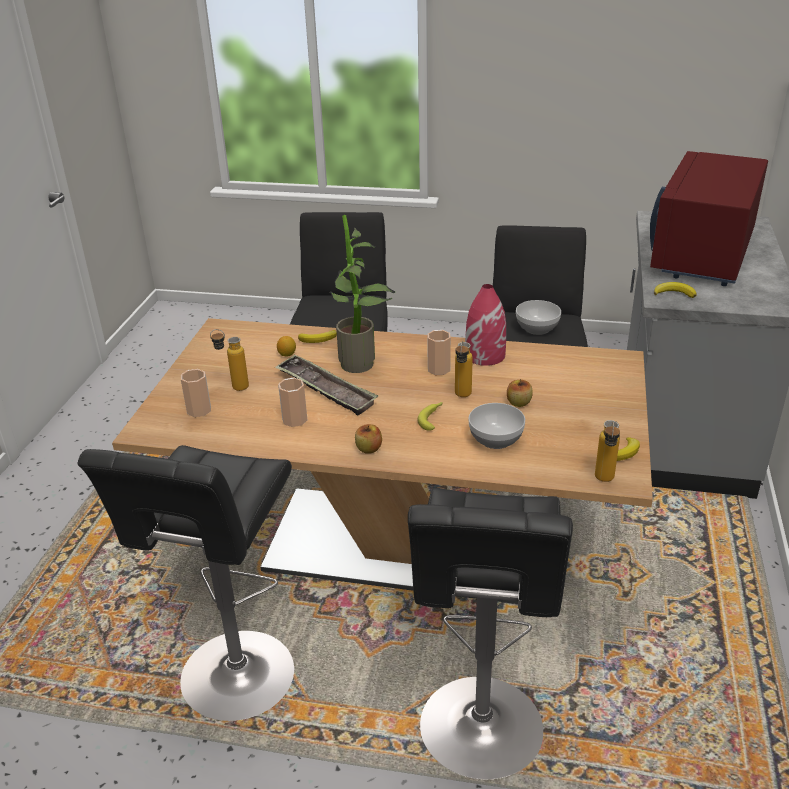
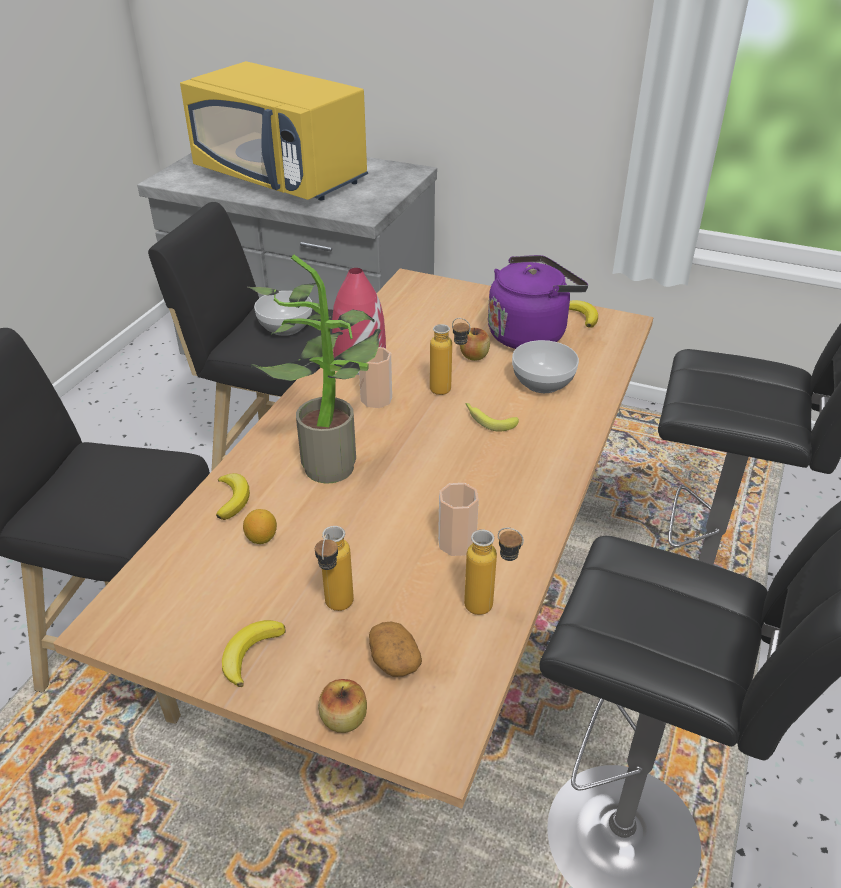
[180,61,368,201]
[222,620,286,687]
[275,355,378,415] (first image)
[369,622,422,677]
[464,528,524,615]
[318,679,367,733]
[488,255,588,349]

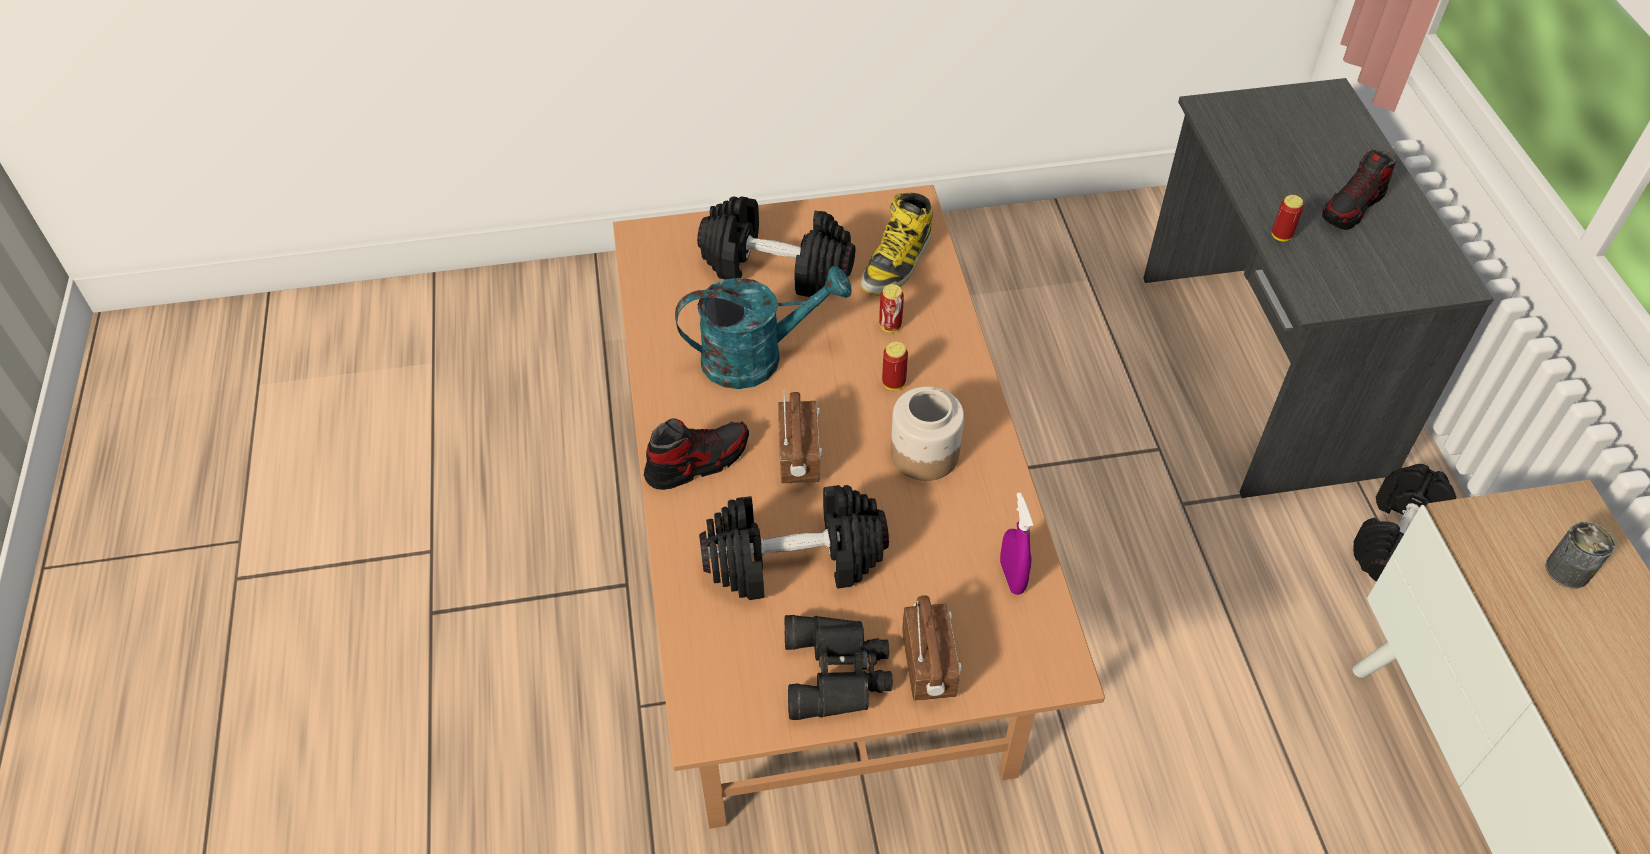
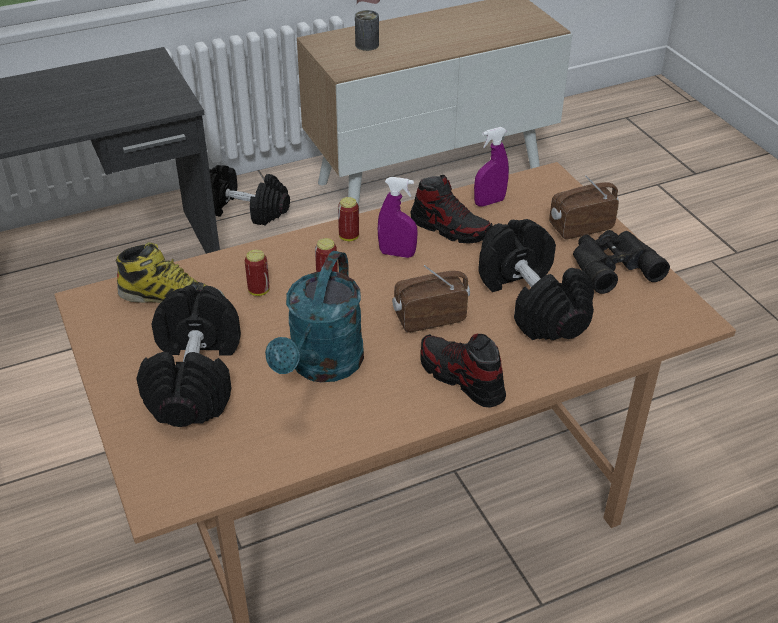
[410,175,493,244]
[338,197,359,241]
[265,251,364,382]
[378,177,418,258]

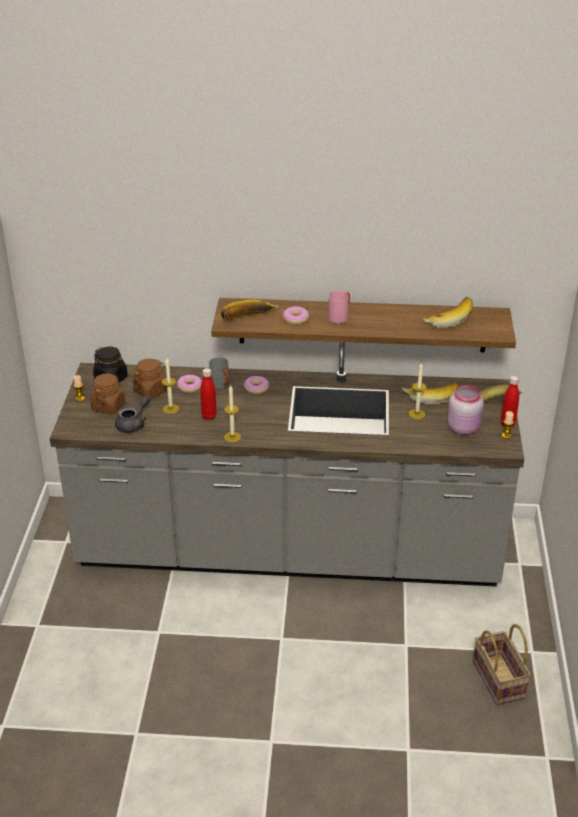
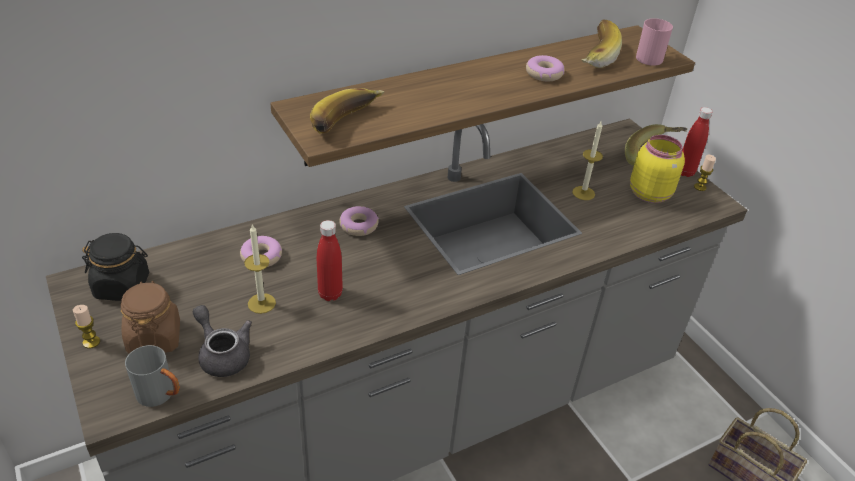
[636,18,673,66]
[526,55,565,81]
[125,345,180,407]
[133,359,167,399] (first image)
[403,382,461,404] (first image)
[224,385,241,442] (first image)
[630,135,685,203]
[193,305,252,377]

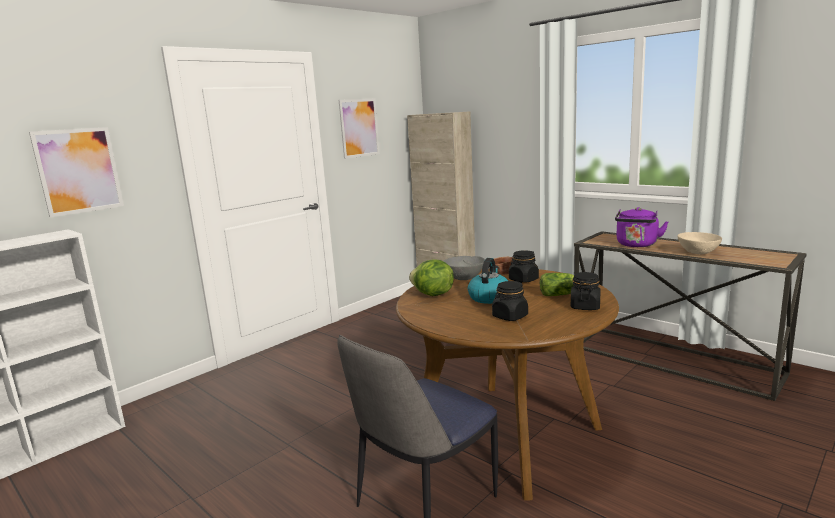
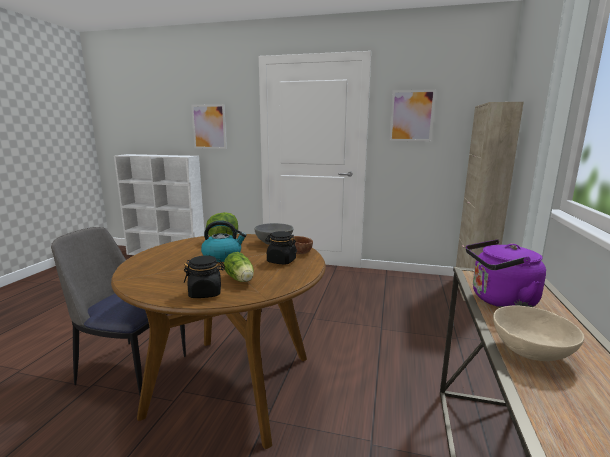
[492,281,528,321] (first image)

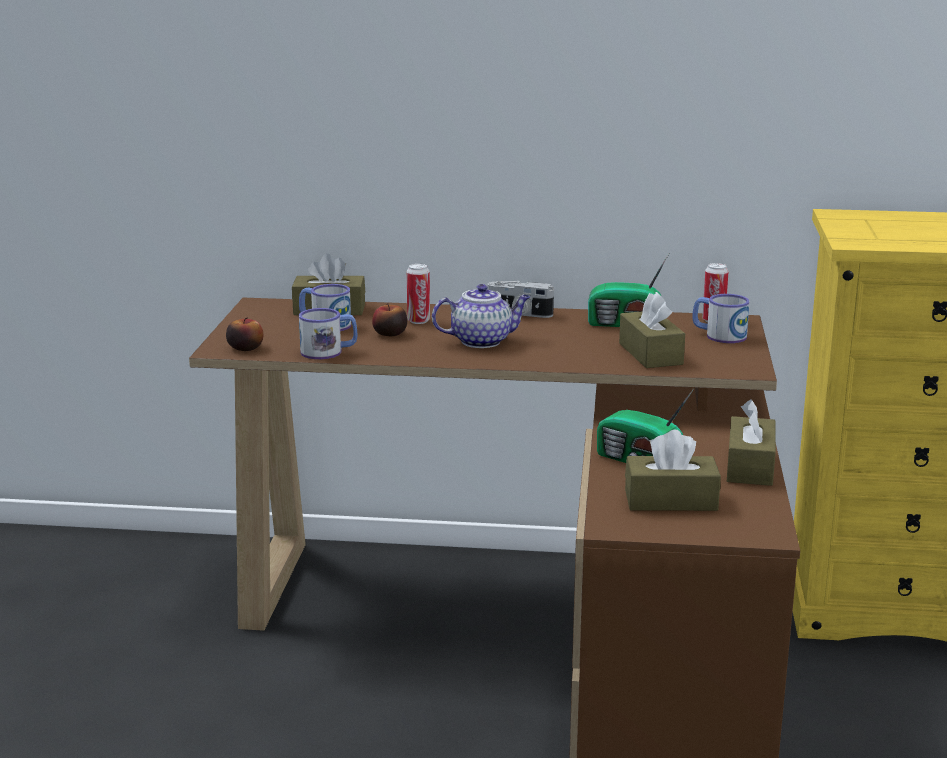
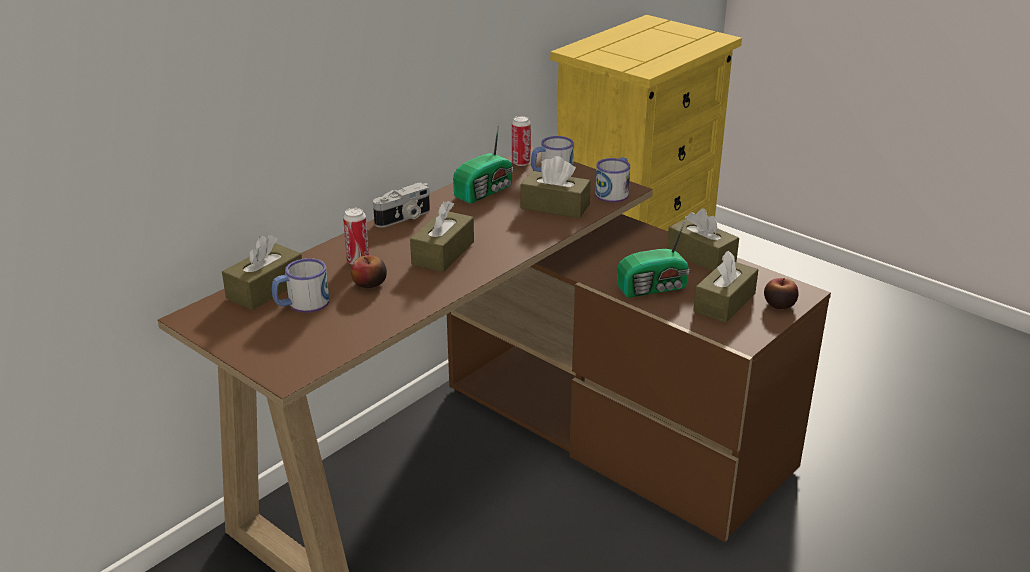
[410,201,474,272]
[595,157,630,202]
[764,278,798,309]

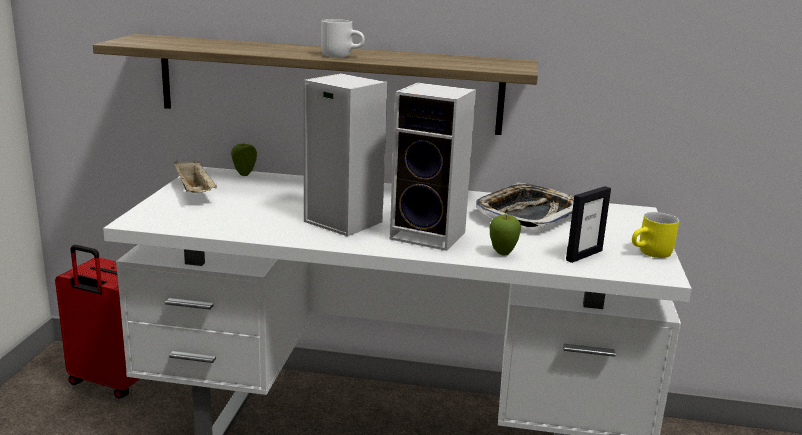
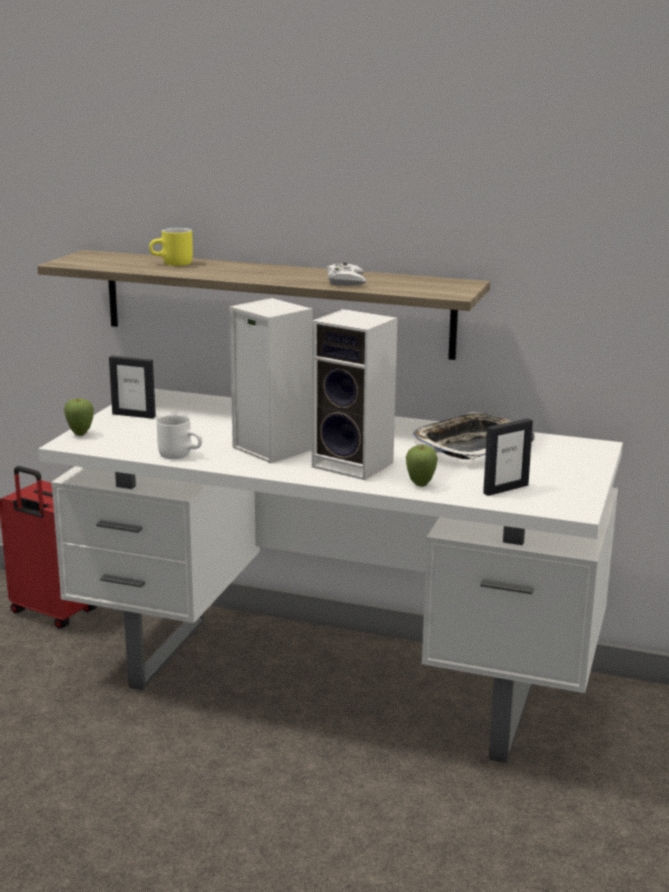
[157,415,202,459]
[64,398,94,436]
[109,356,156,419]
[149,228,193,266]
[326,262,367,286]

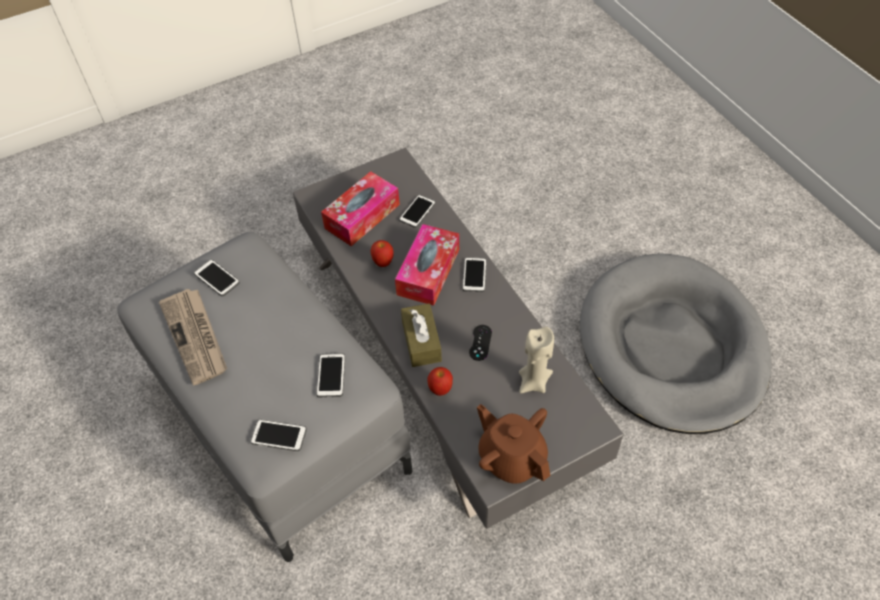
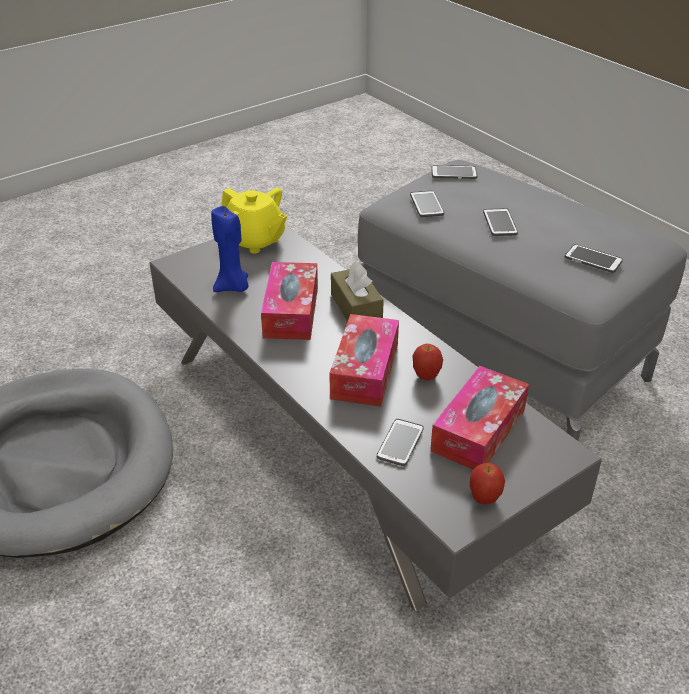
[483,208,518,236]
[159,289,227,385] (first image)
[261,262,318,340]
[211,206,248,292]
[470,463,505,505]
[221,188,287,254]

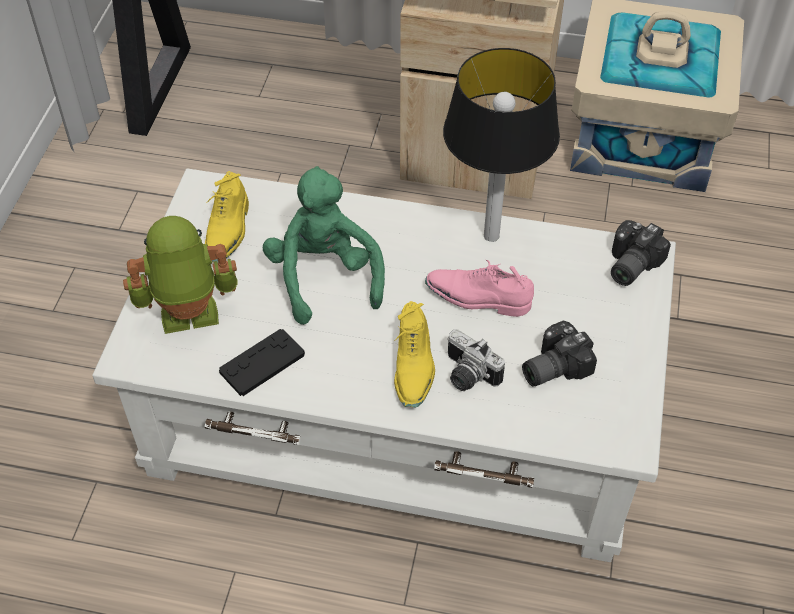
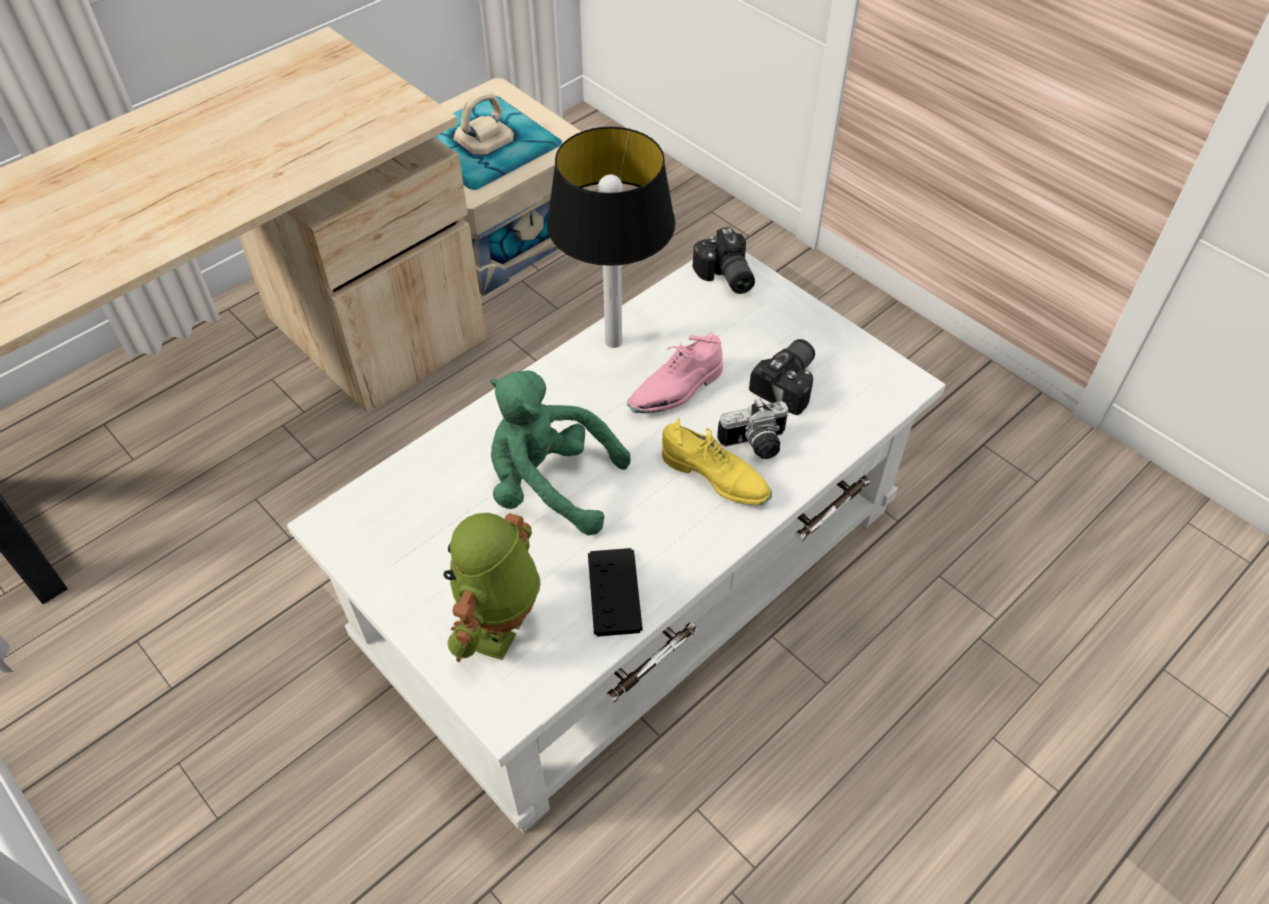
[205,171,249,263] (first image)
[749,339,815,415]

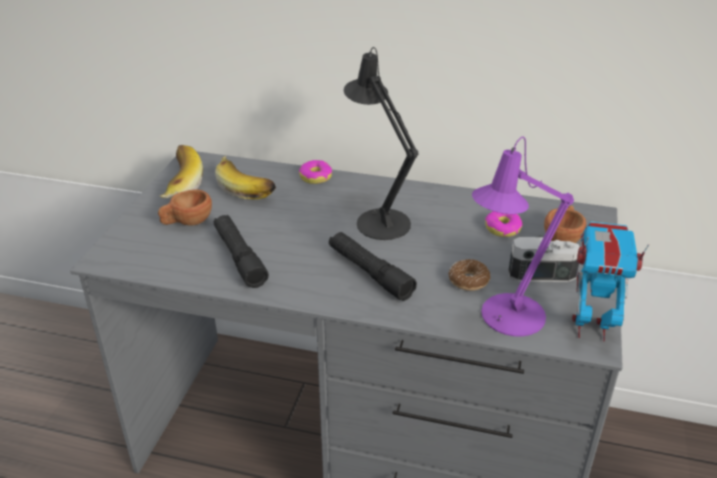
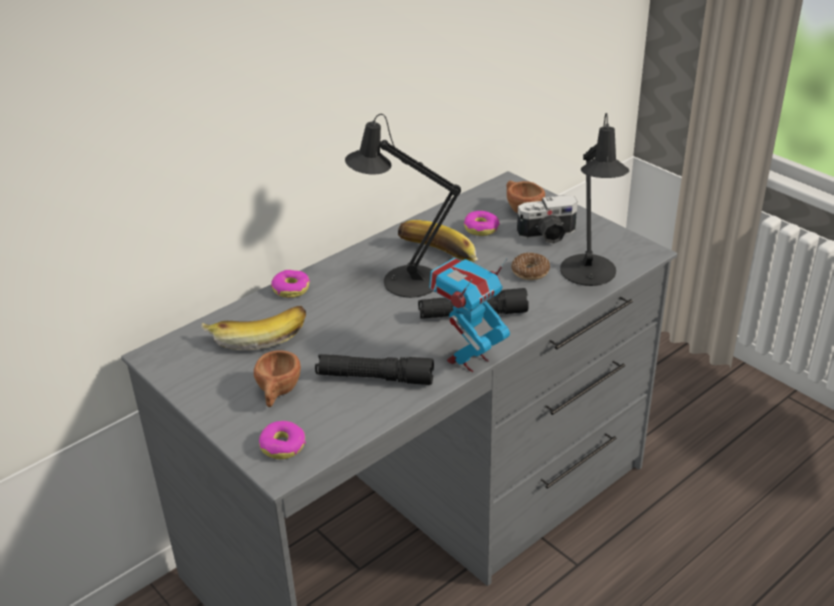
[560,113,629,286]
[398,220,478,262]
[429,258,510,372]
[517,195,578,244]
[259,421,306,459]

